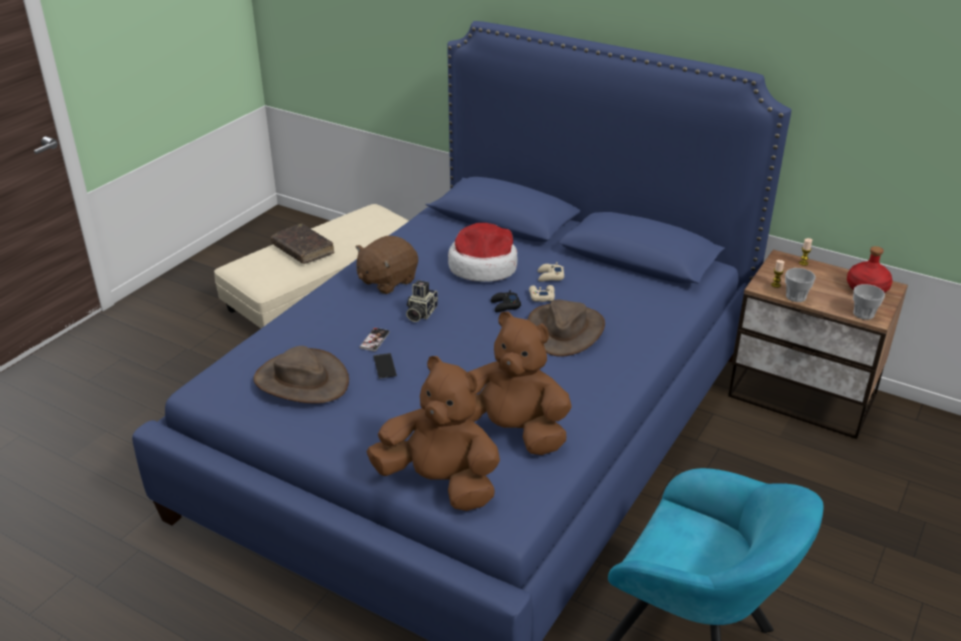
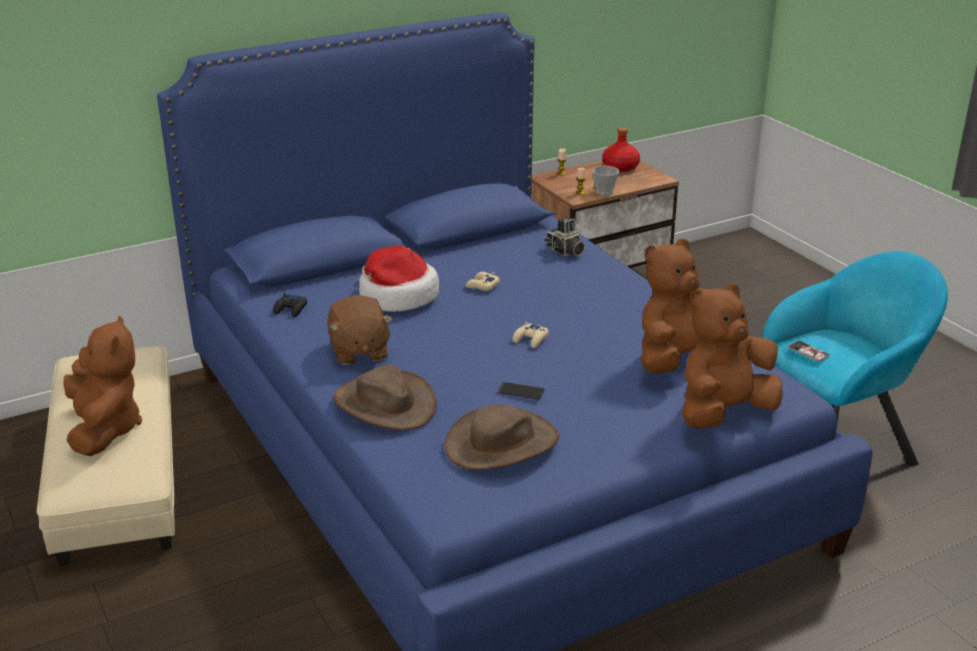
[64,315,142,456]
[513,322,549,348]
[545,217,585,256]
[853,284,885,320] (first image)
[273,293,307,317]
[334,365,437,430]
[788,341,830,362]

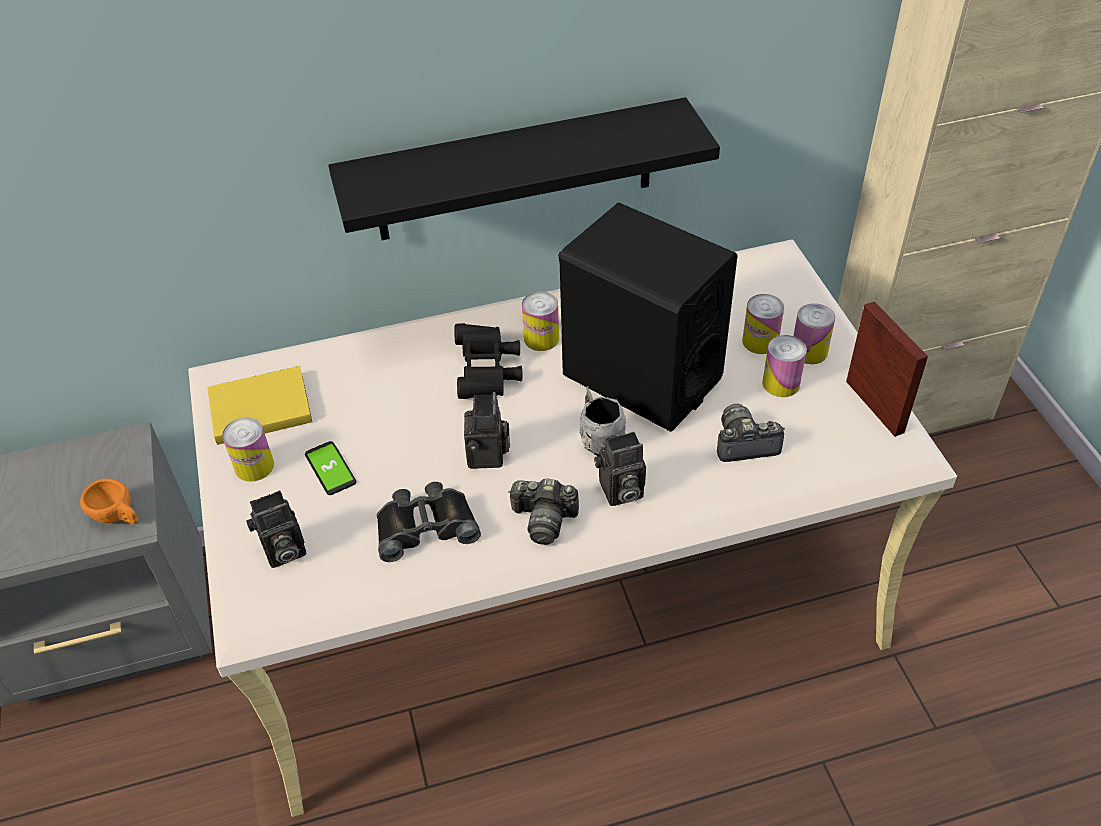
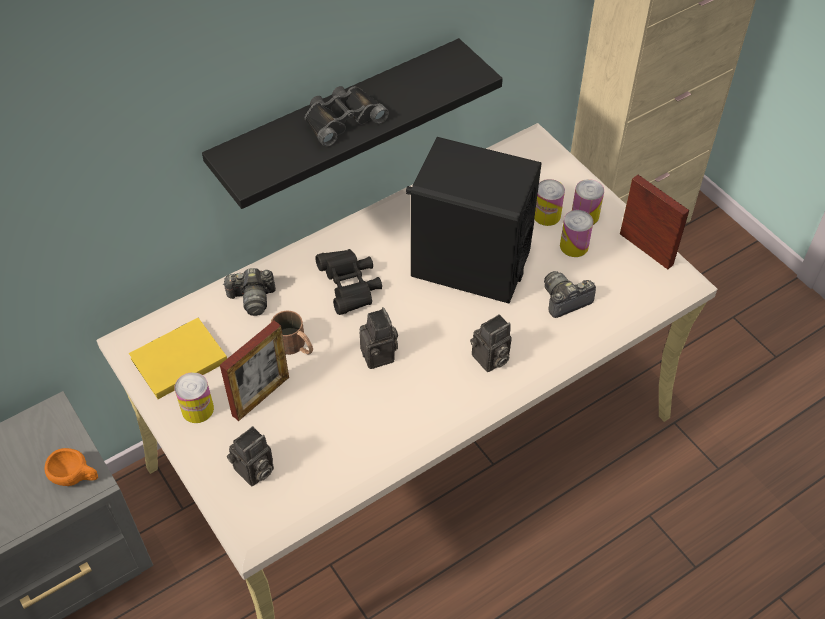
[522,291,559,351] (first image)
[579,386,626,456] (first image)
[220,321,289,421]
[222,268,276,316]
[305,86,389,147]
[271,311,313,355]

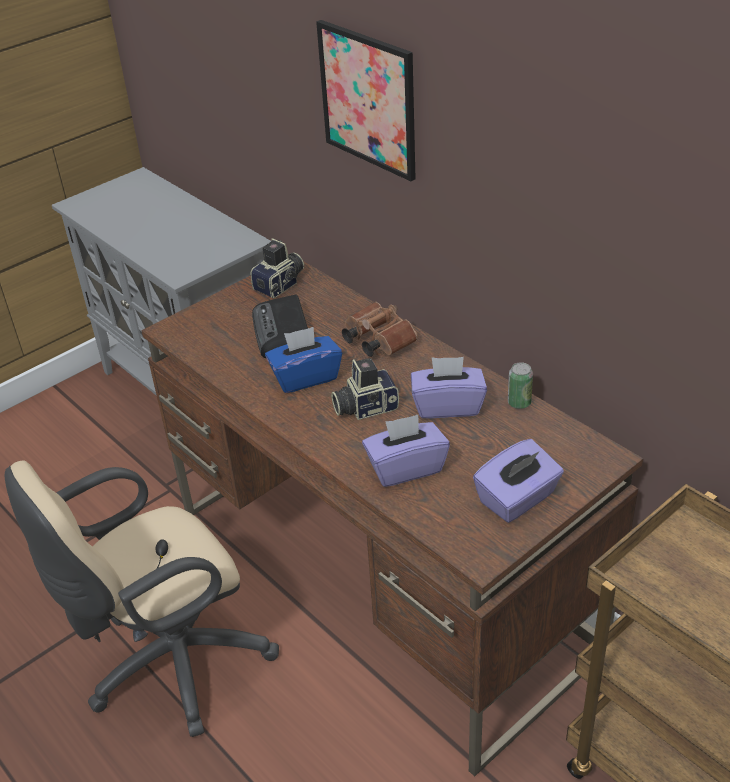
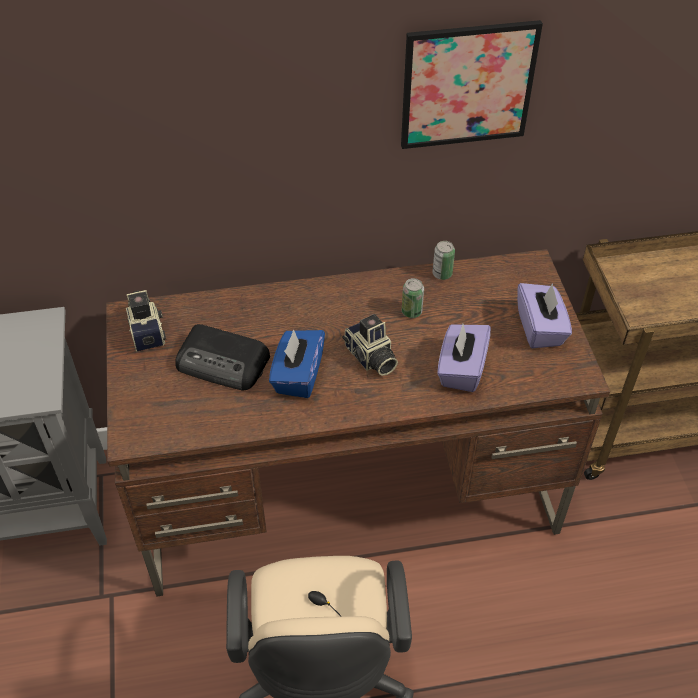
[401,20,543,149]
[342,302,418,357] (first image)
[402,278,424,318]
[342,314,398,376]

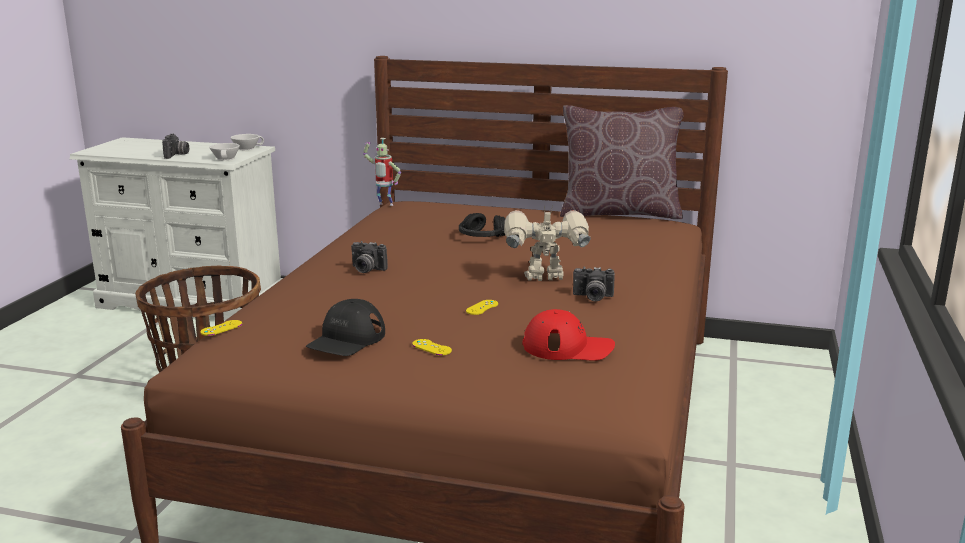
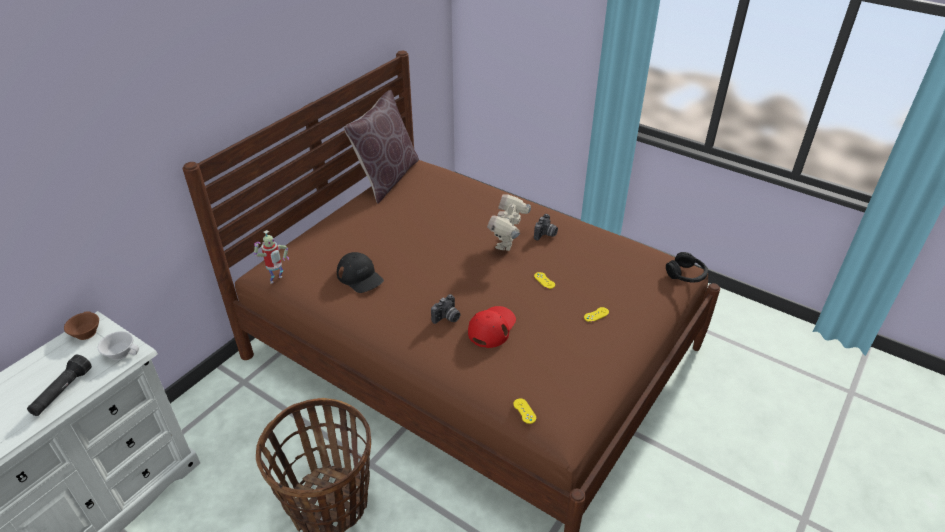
[27,355,92,416]
[64,311,99,340]
[666,252,708,282]
[337,252,384,293]
[468,306,516,348]

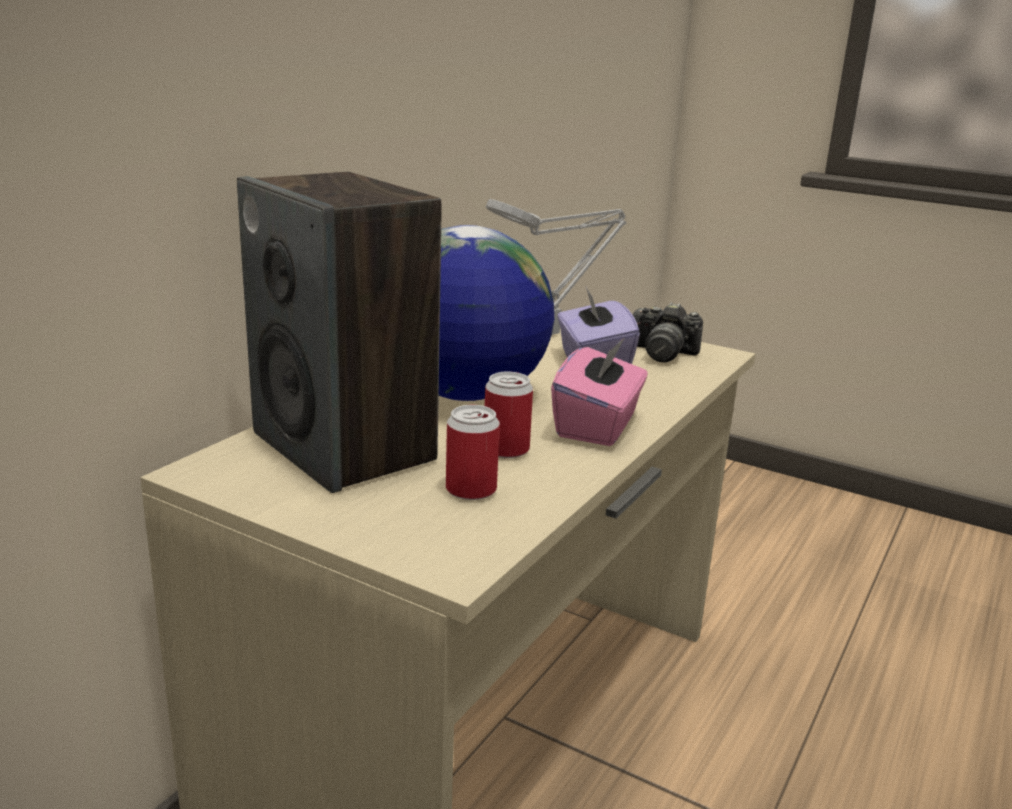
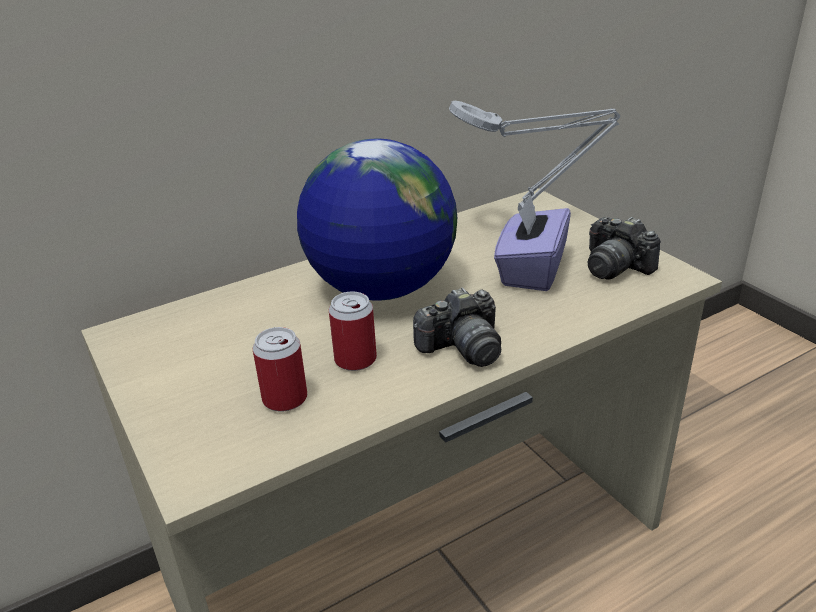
[237,172,441,493] (first image)
[413,288,501,367]

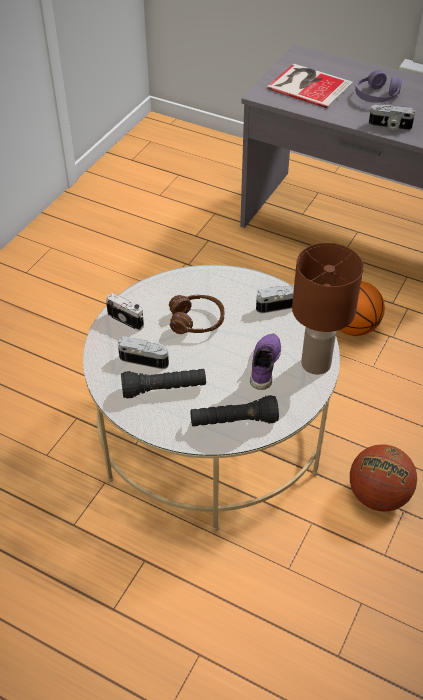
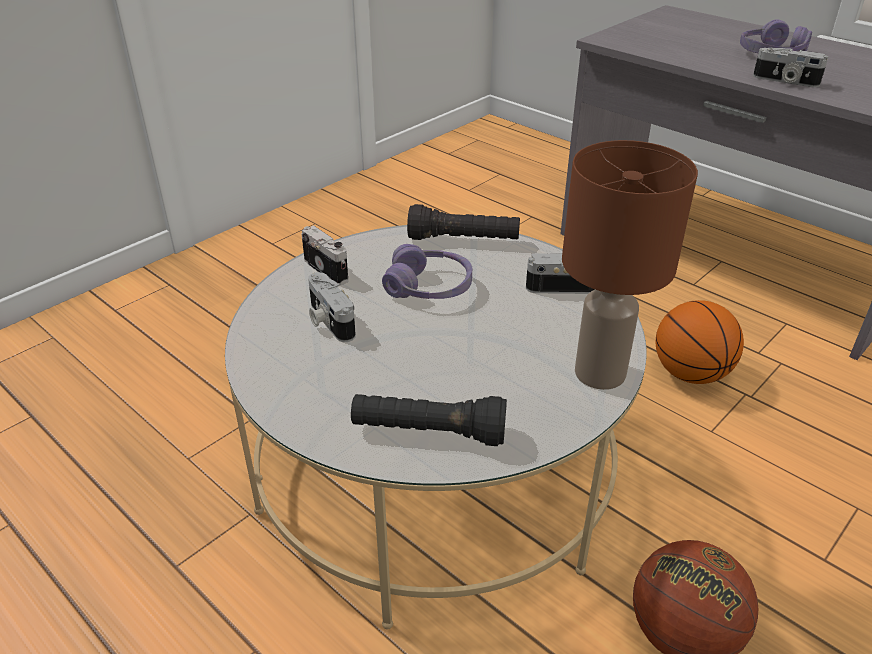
[267,64,353,108] (first image)
[382,244,472,299]
[250,333,281,390] (first image)
[308,272,356,342]
[407,204,520,240]

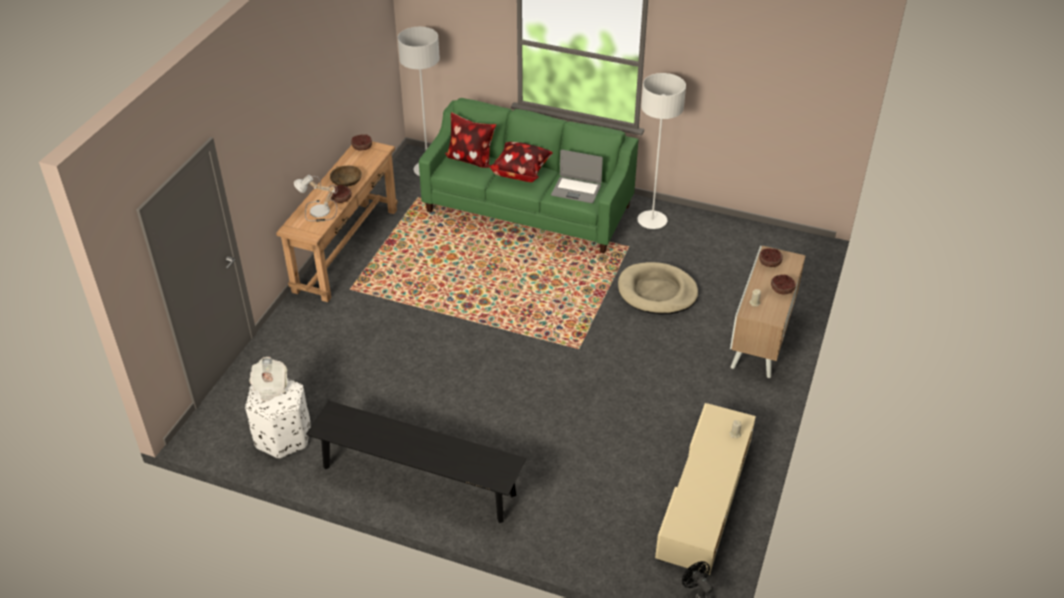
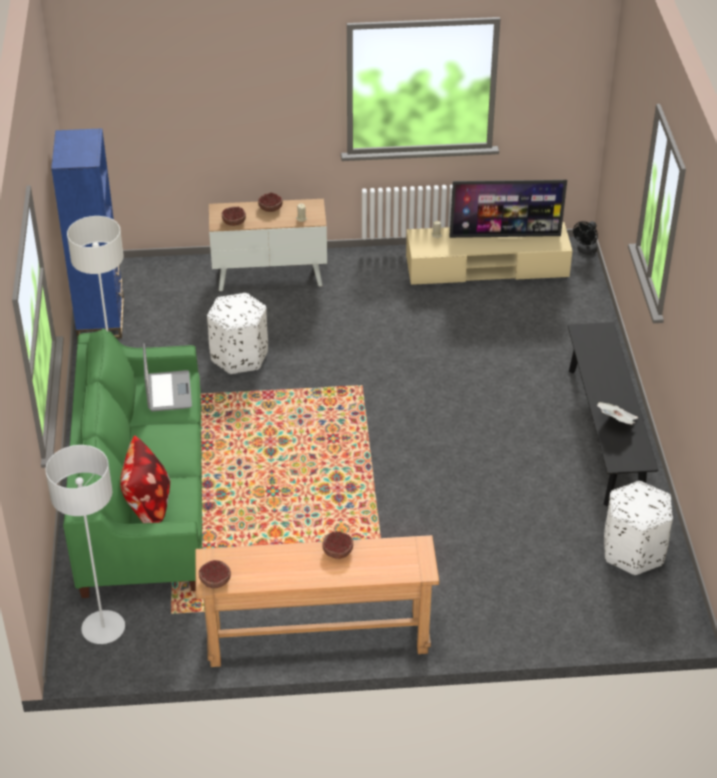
[489,142,553,182] (first image)
[330,166,362,187] (first image)
[294,175,338,222] (first image)
[207,293,268,374]
[597,402,638,425]
[51,128,124,340]
[449,180,567,238]

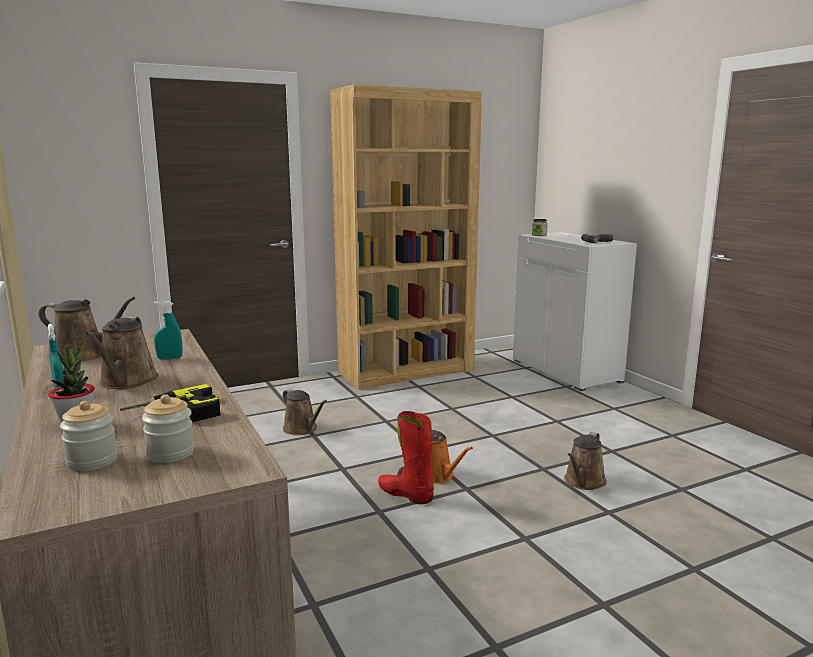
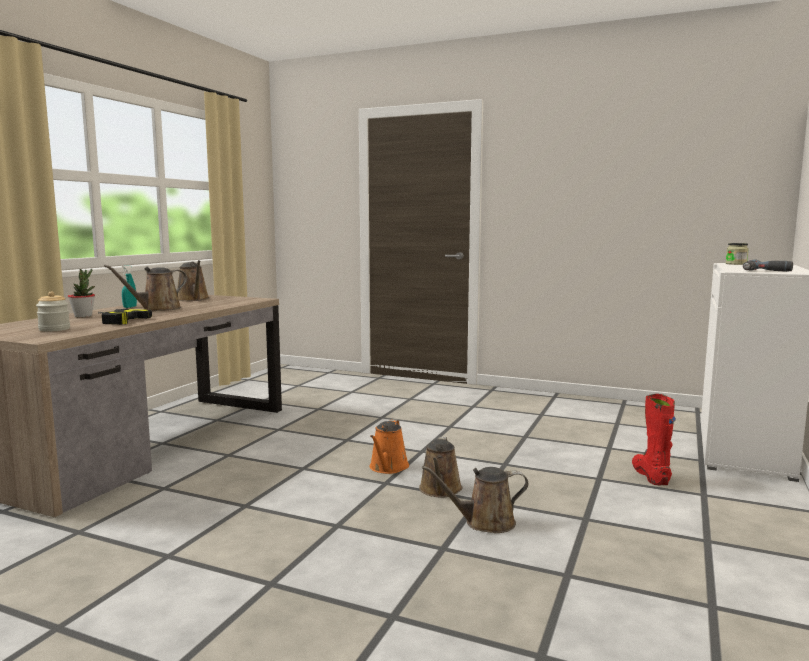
[330,84,482,389] (first image)
[154,301,183,359] (first image)
[419,437,462,497]
[60,401,117,471] (first image)
[632,394,676,485]

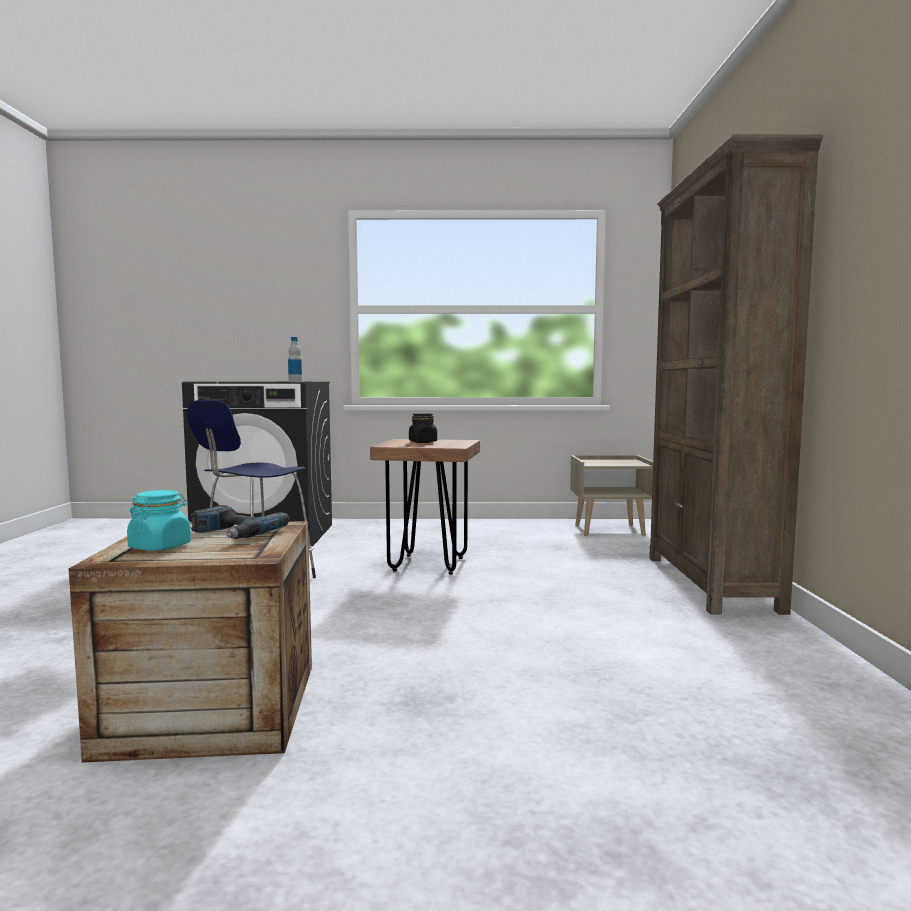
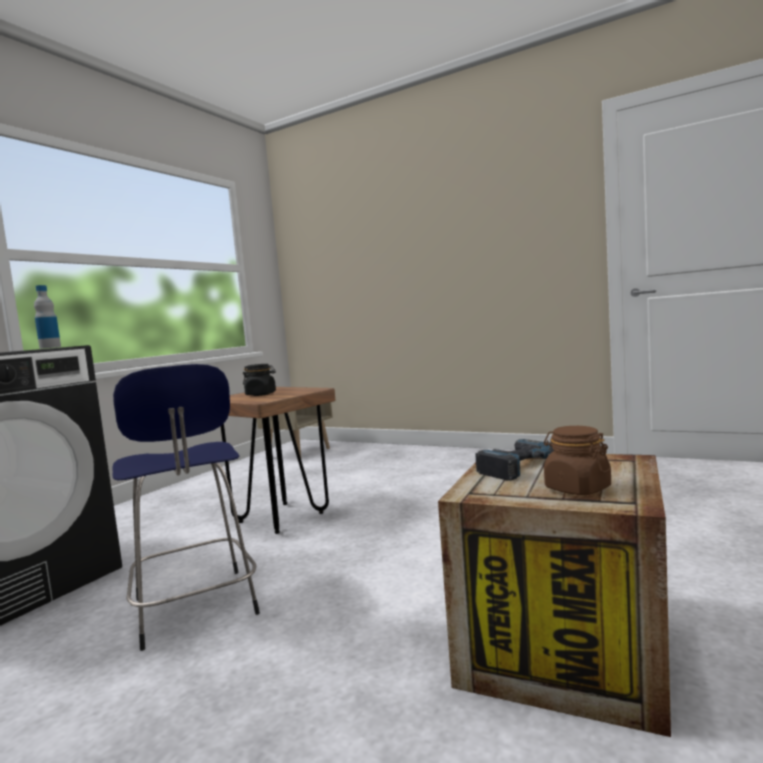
[649,134,823,615] (first image)
[544,426,611,495]

